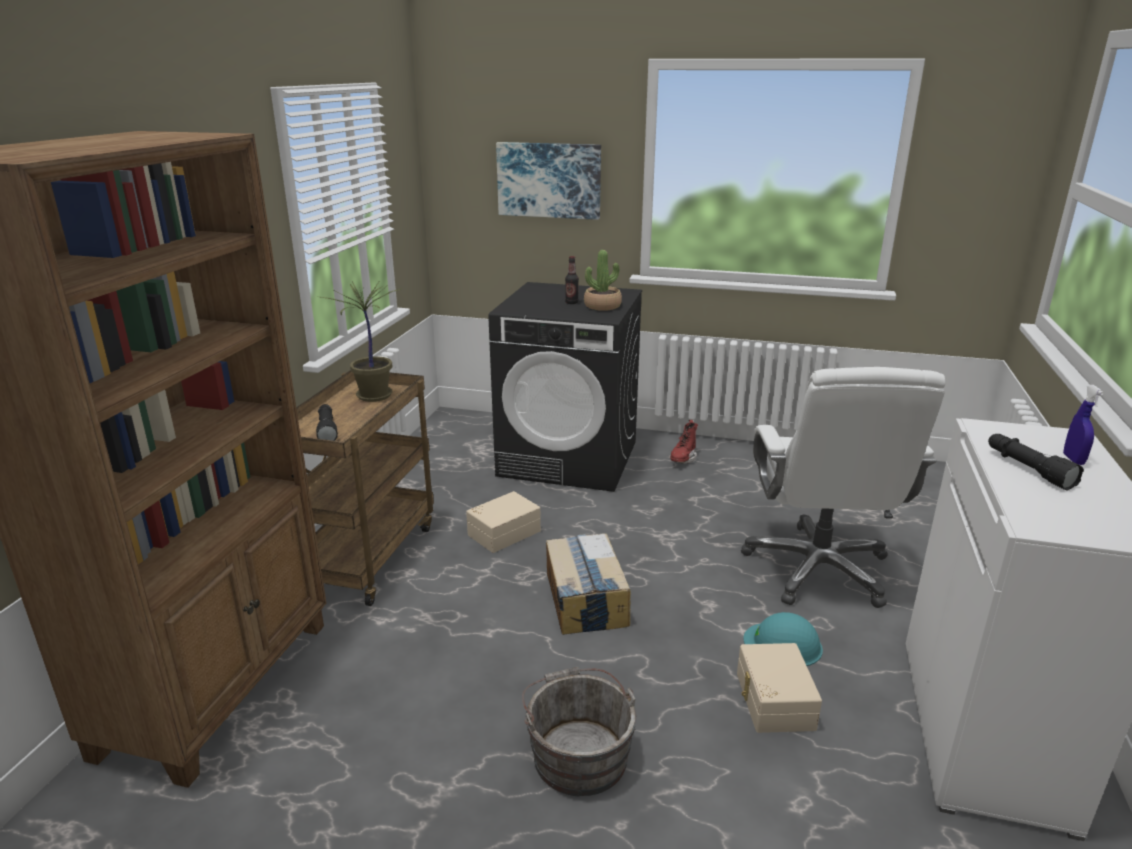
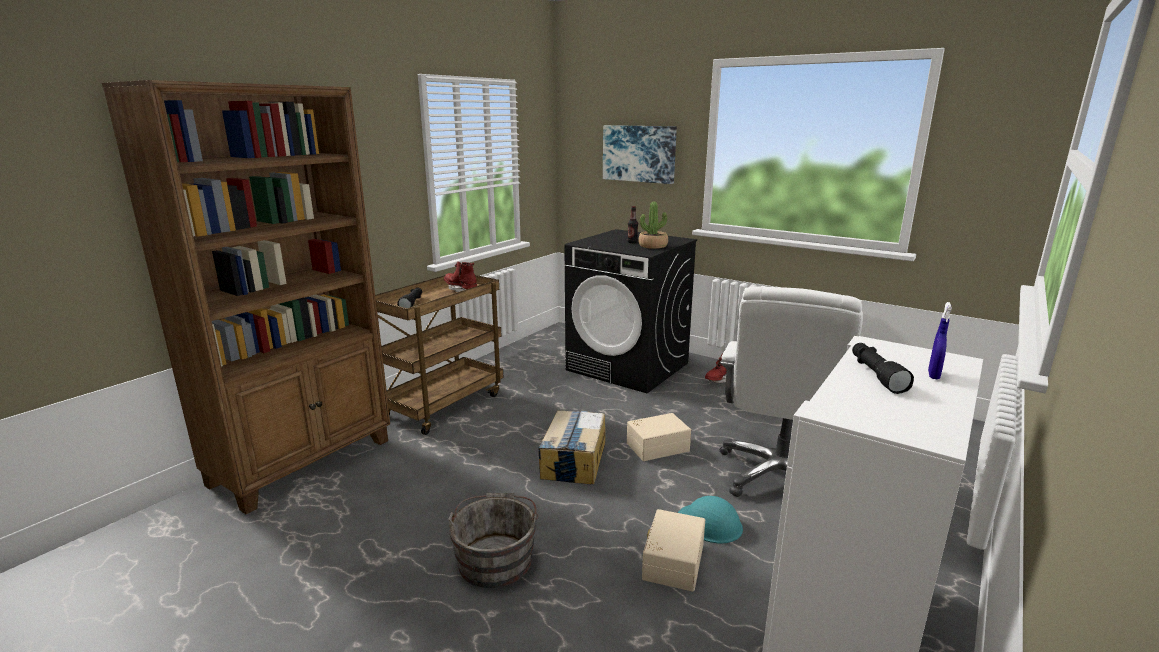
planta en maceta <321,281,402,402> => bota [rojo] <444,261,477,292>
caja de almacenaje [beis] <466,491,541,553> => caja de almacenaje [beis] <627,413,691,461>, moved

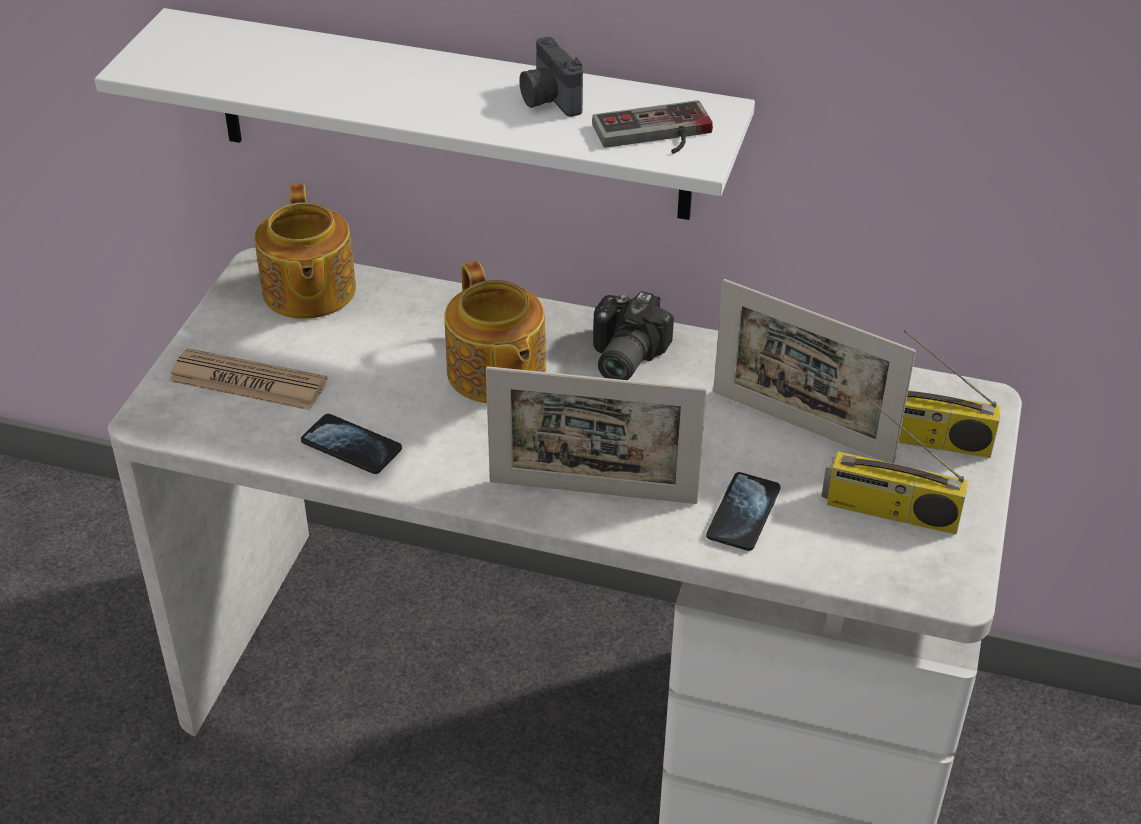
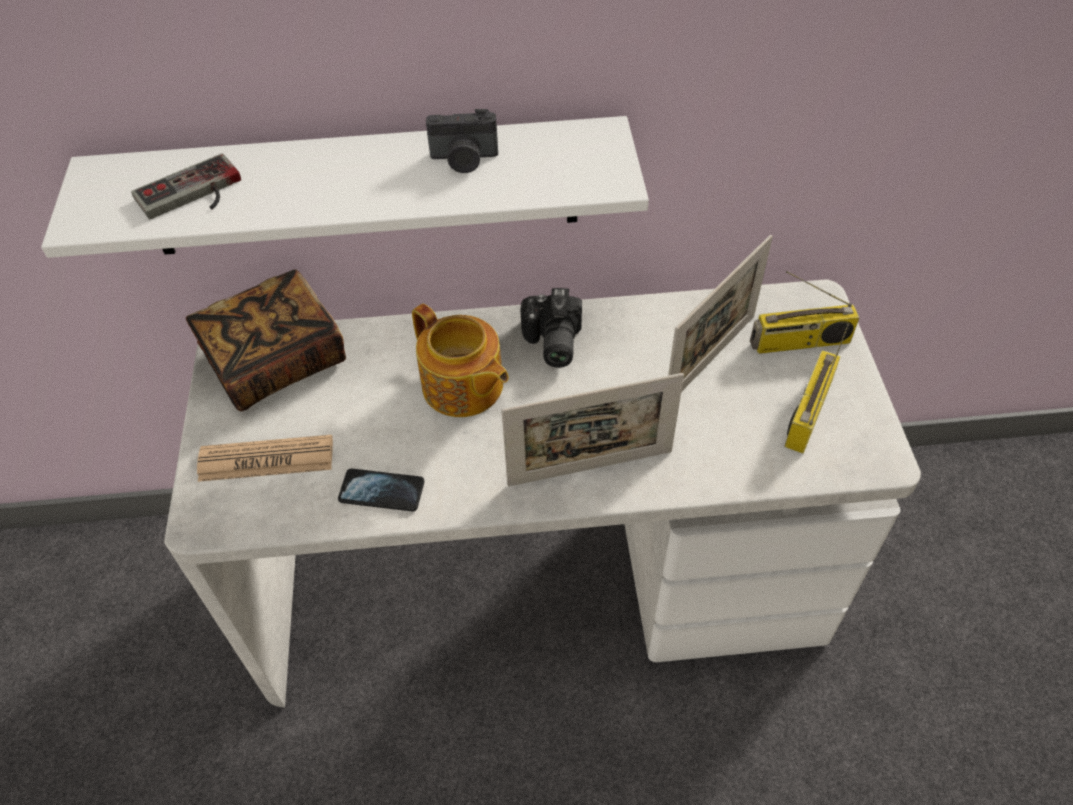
tetera <254,184,356,319> => libro <186,269,346,411>
cámara <519,37,583,117> => cámara <426,109,498,173>, 45 degrees counterclockwise
mando de consola <592,100,713,154> => mando de consola <131,153,241,219>, moved
móvil <706,472,781,551> => nothing
portarretratos <713,279,916,464> => portarretratos <668,235,773,392>, 60 degrees counterclockwise
radio <822,397,969,534> => radio <784,324,849,453>, 120 degrees clockwise

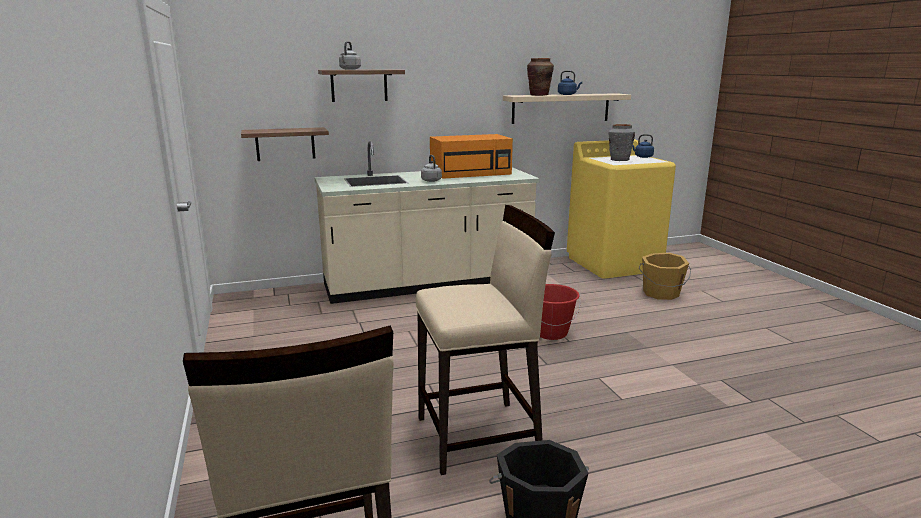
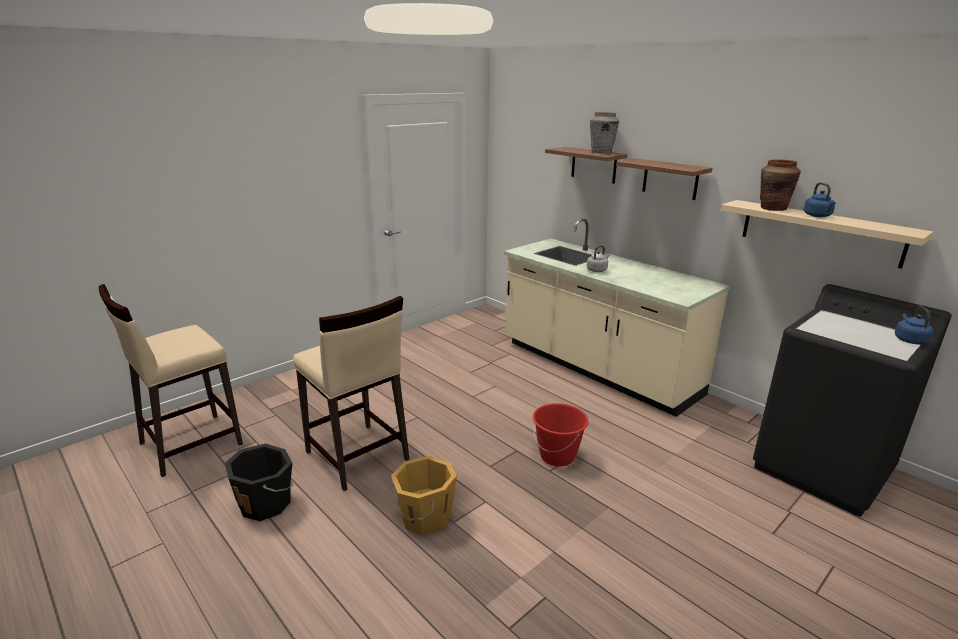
estante <241,127,329,161> => estante <616,158,713,200>, moved
hervidor [gris] <339,41,361,70> => nothing
microondas [naranja] <430,134,513,179> => nothing
lavadora [amarillo] <567,139,676,279> => lavadora [negro] <753,284,952,517>
florero [gris] <608,124,635,161> => florero [gris] <590,112,619,153>, moved
cubo [naranja] <639,253,691,300> => cubo [naranja] <391,456,457,535>, moved

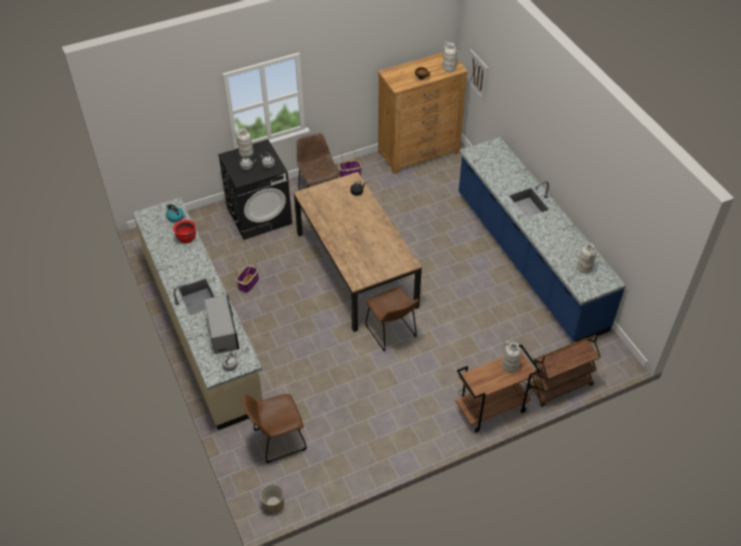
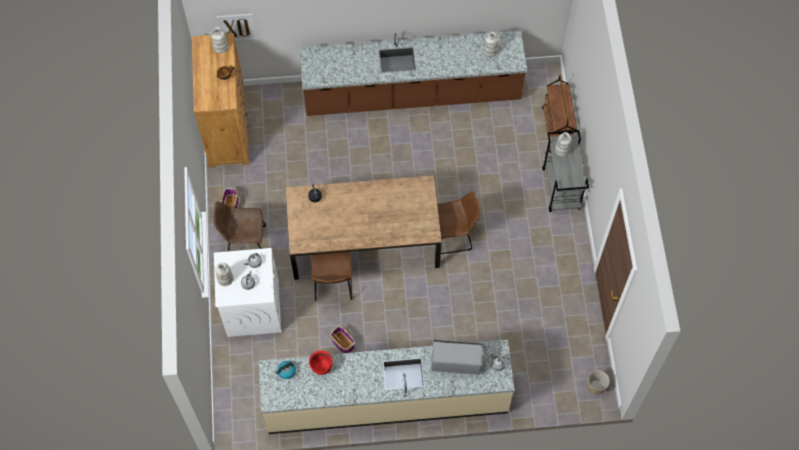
lavadora [negro] <218,139,292,240> => lavadora [blanco] <214,248,281,337>
silla [marrón] <242,394,307,463> => silla [marrón] <311,252,352,301>, moved
carrito [marrón] <456,344,541,433> => carrito [gris] <542,130,589,212>
mueble bajo de cocina [azul] <459,137,626,342> => mueble bajo de cocina [marrón] <300,30,527,116>

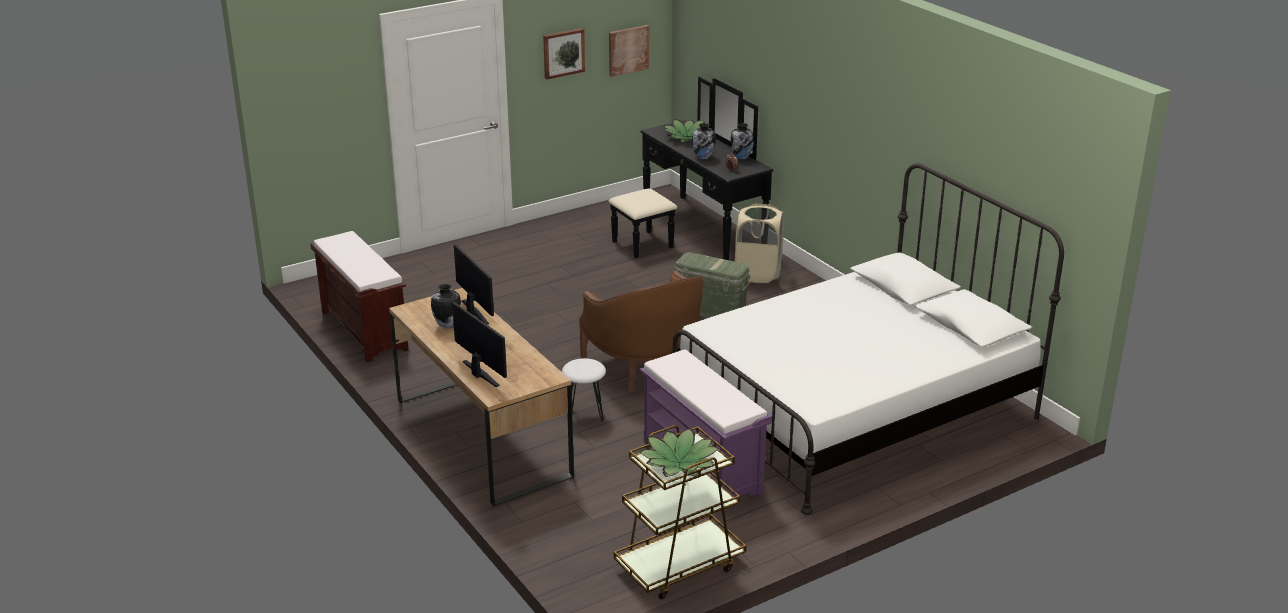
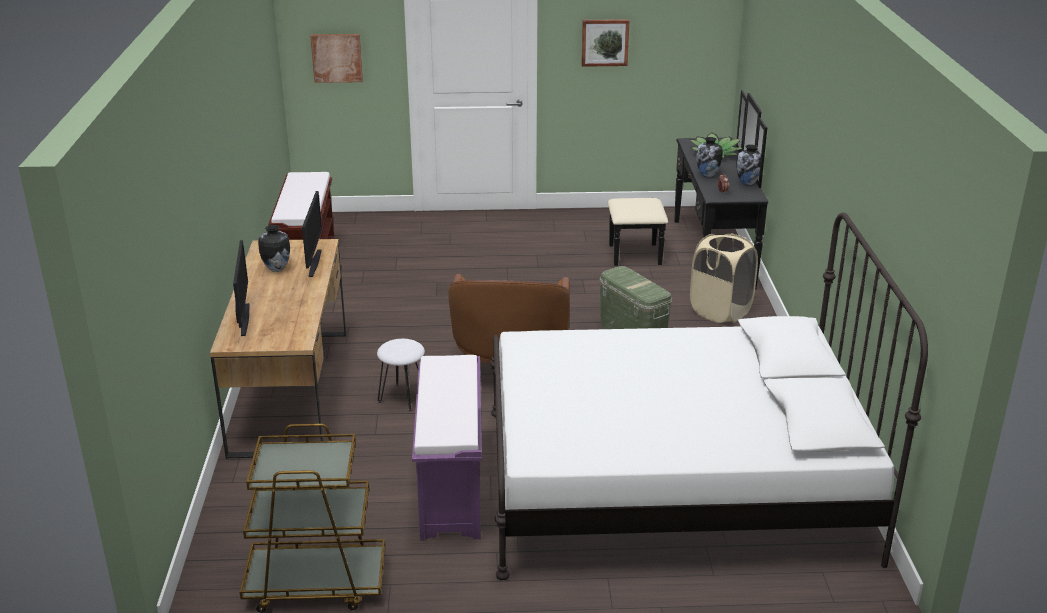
cuadro <609,25,649,77> => cuadro <310,34,363,83>, moved
planta en maceta <639,428,719,477> => nothing

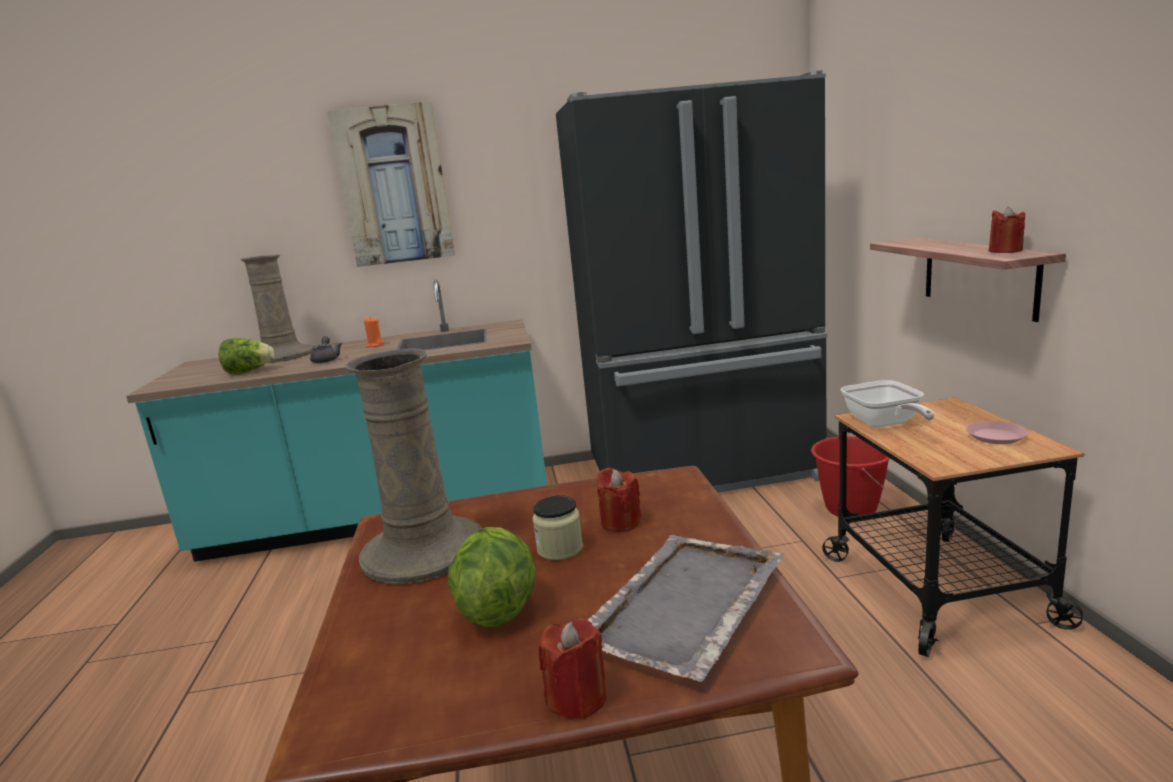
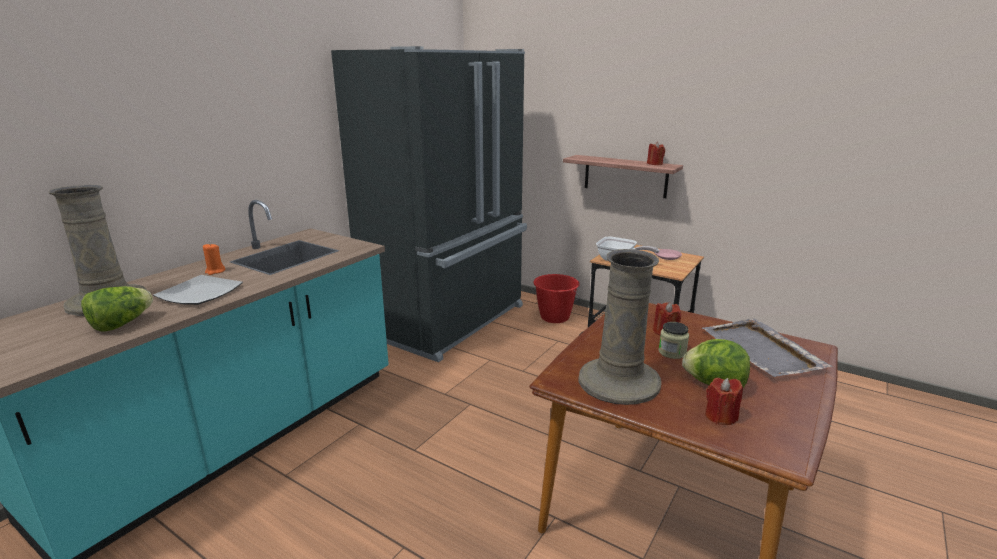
tetera [gris] <310,336,342,363> => plato <153,275,243,305>
cuadro <327,101,455,267> => nothing
vela [rojo] <538,619,606,719> => vela [rojo] <705,378,743,425>, moved

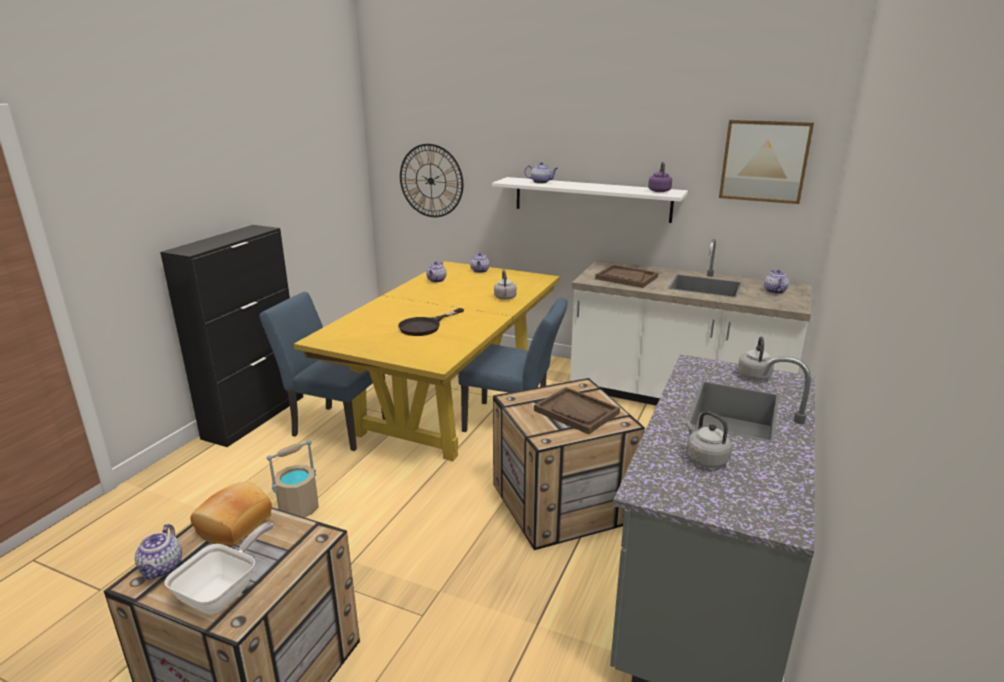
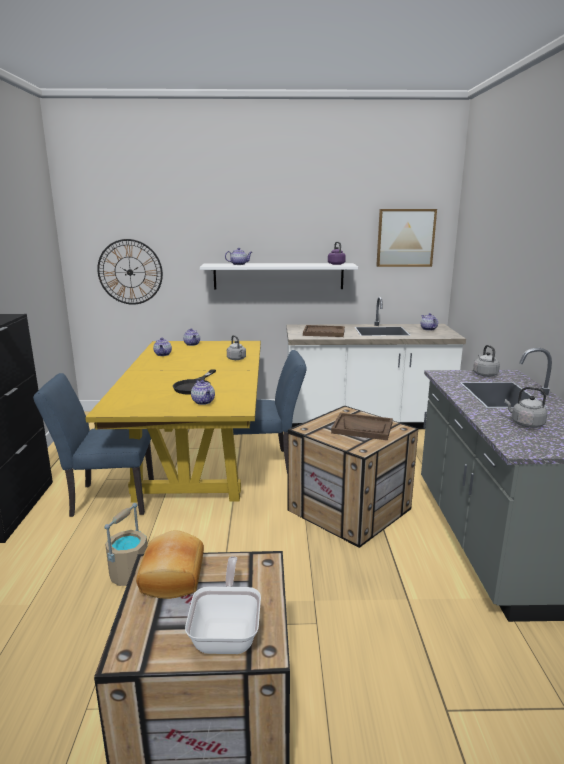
tetera <135,524,182,580> => tetera <191,380,215,405>, moved

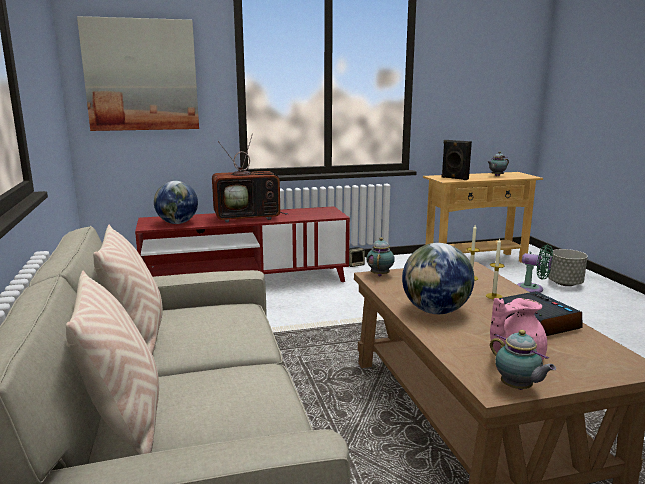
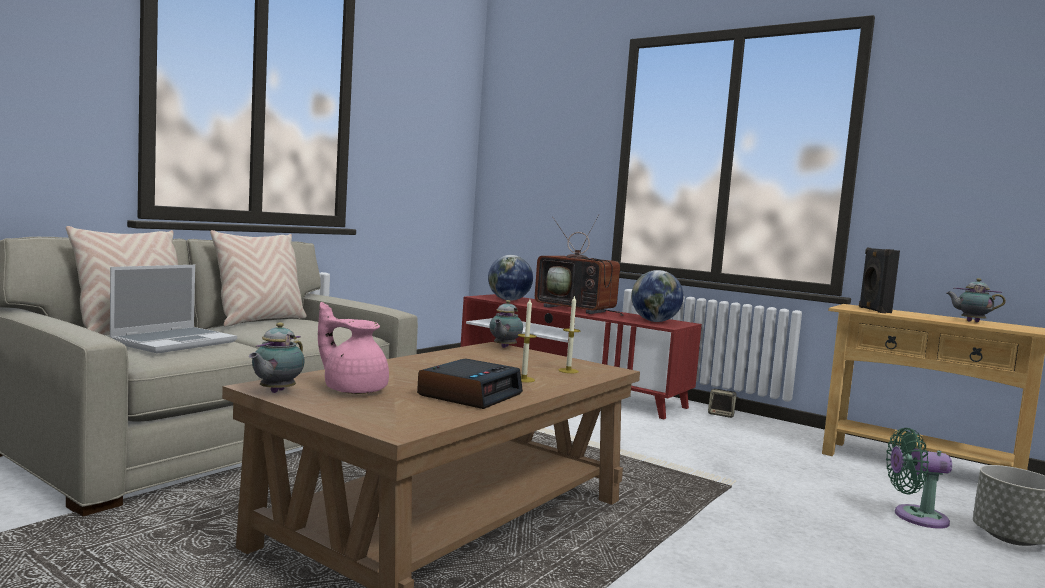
cuadro <77,16,199,131> => nothing
tetera <367,237,395,276> => tetera <489,300,523,348>, 135 degrees clockwise
globo terráqueo <402,243,474,314> => globo terráqueo <631,270,684,322>, moved
ventilador [verde] <517,244,553,293> => ventilador [verde] <886,428,952,529>, 105 degrees clockwise
nothing => portátil <110,265,237,353>

